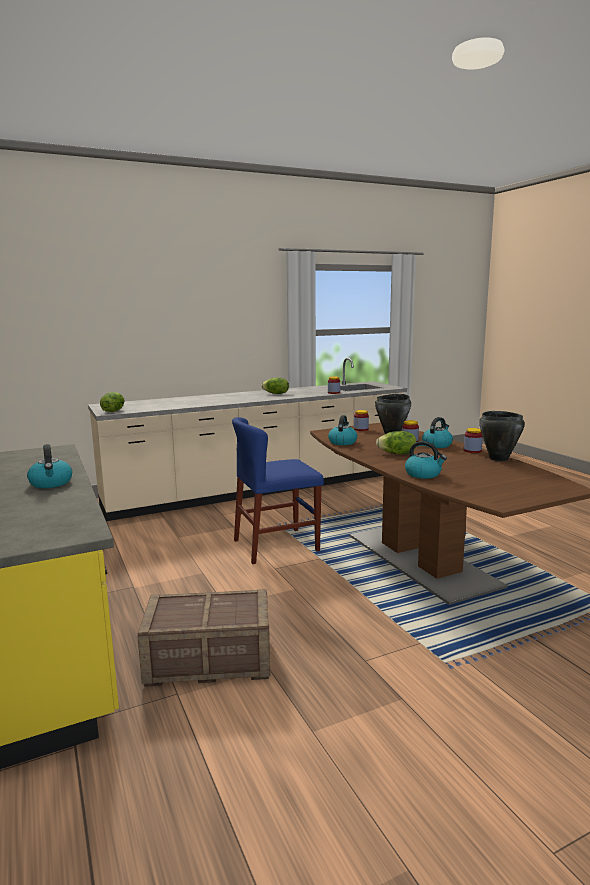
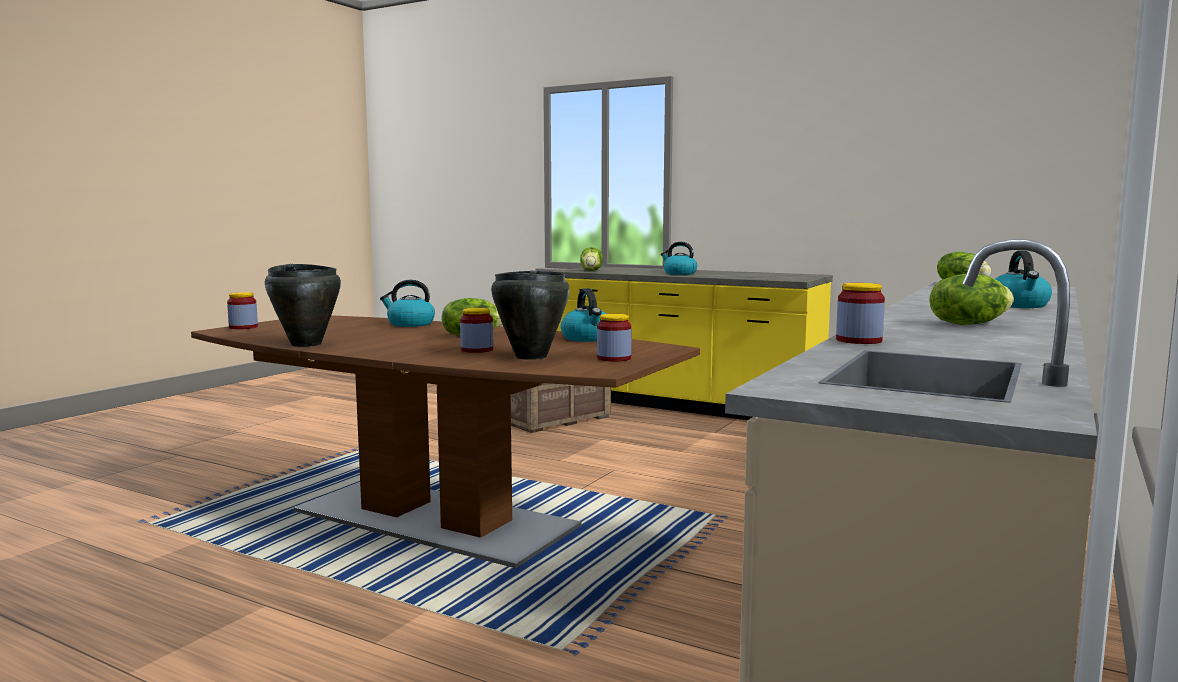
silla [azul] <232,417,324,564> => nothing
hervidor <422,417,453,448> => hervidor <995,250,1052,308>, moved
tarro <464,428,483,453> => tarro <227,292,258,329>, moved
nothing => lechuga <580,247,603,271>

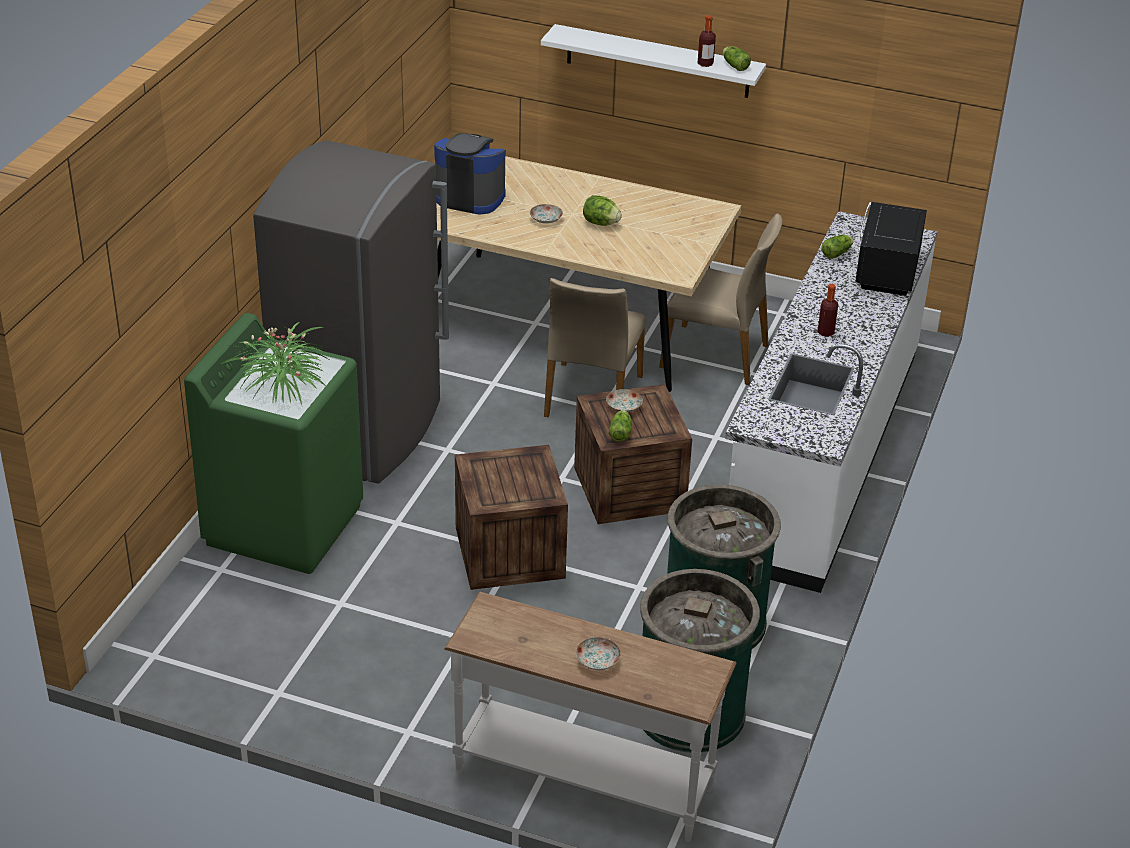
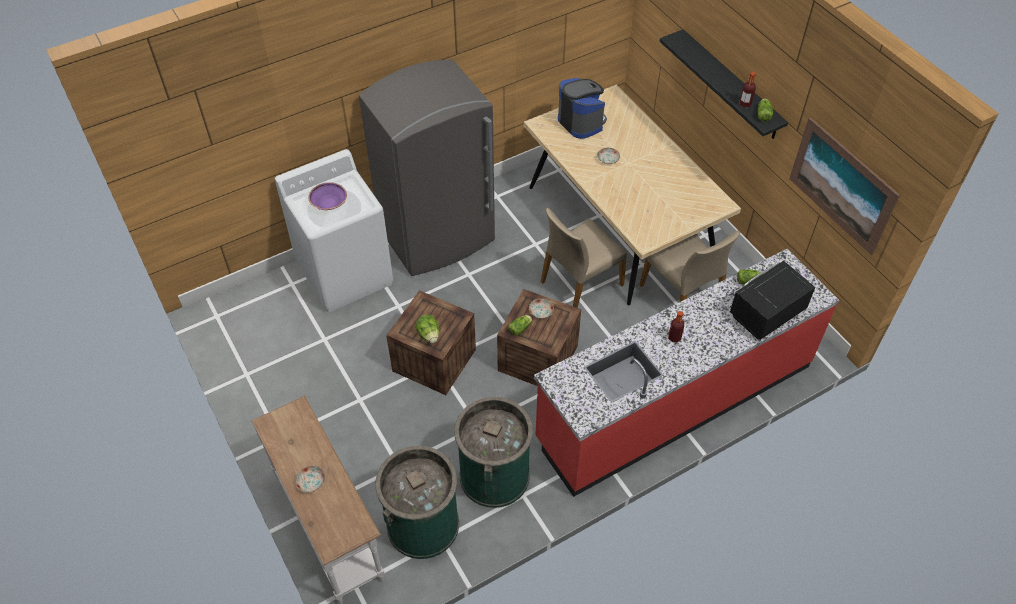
lavadora [verde] <184,313,363,574> => lavadora [blanco] <275,149,393,312>
planta en maceta <221,322,328,405> => cuenco [morado] <309,182,347,210>
estante [blanco] <541,24,766,98> => estante [negro] <660,29,788,139>
lechuga <583,195,622,226> => lechuga <416,315,440,343>, moved
mueble bajo de cocina [blanco] <725,211,937,593> => mueble bajo de cocina [rojo] <534,249,839,497>
nothing => cuadro <789,117,900,255>

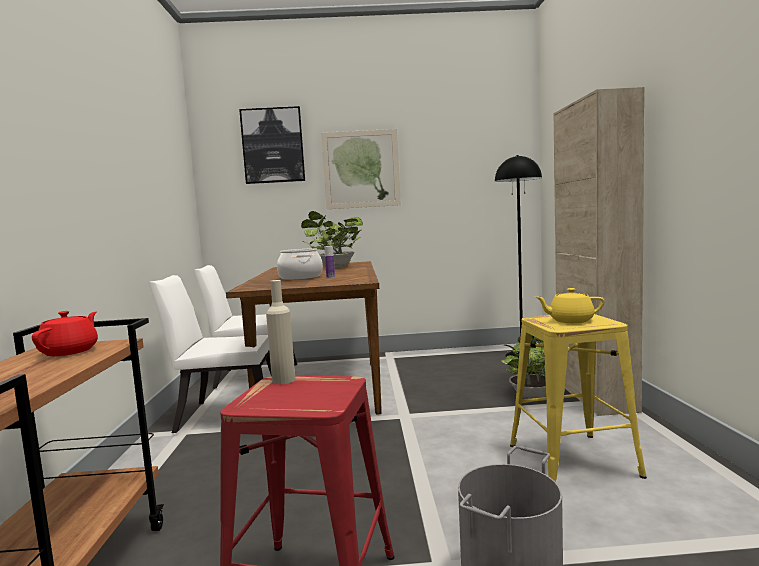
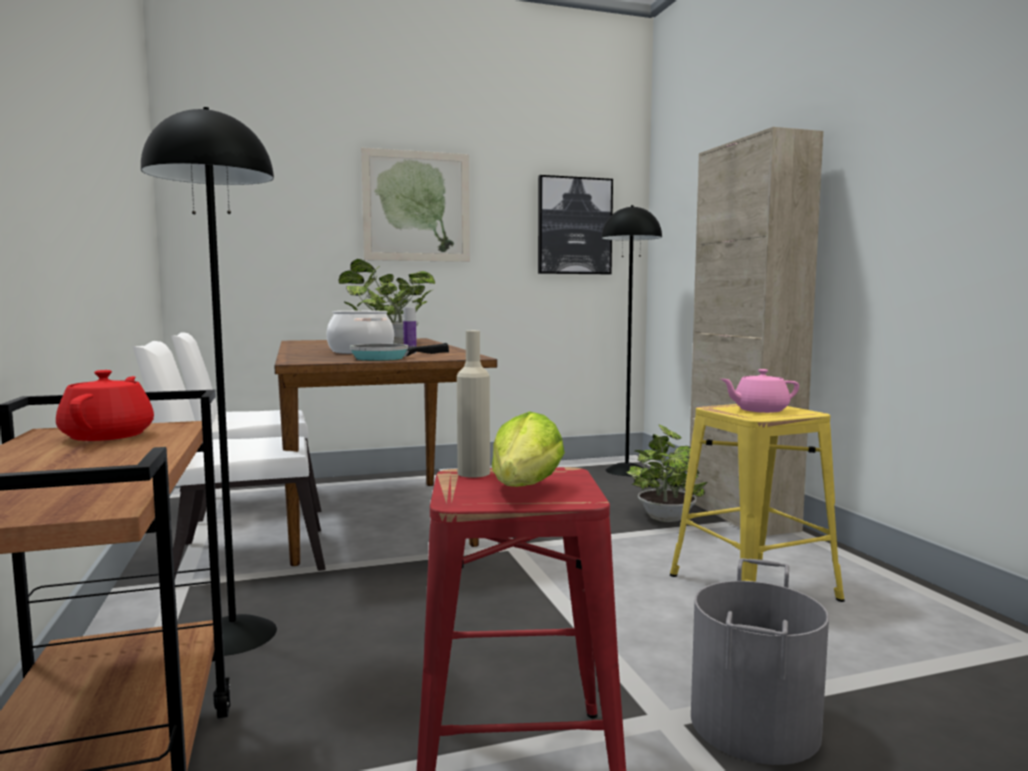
cuadro <239,106,305,184> => cuadro <538,175,613,274>, moved
tetera [amarillo] <535,288,605,323> => tetera [rosa] <721,369,799,413>
nothing => lámpara de pie [negro] <141,107,277,656>
nothing => sartén <350,343,449,361>
nothing => lechuga <492,411,565,487>

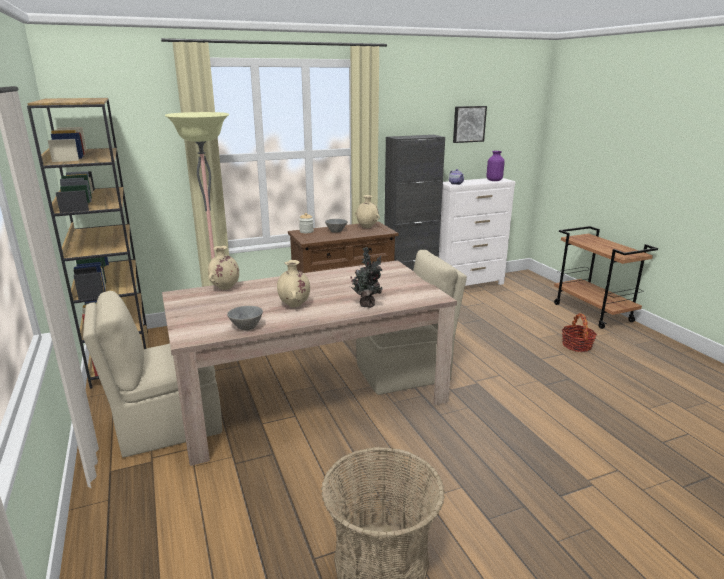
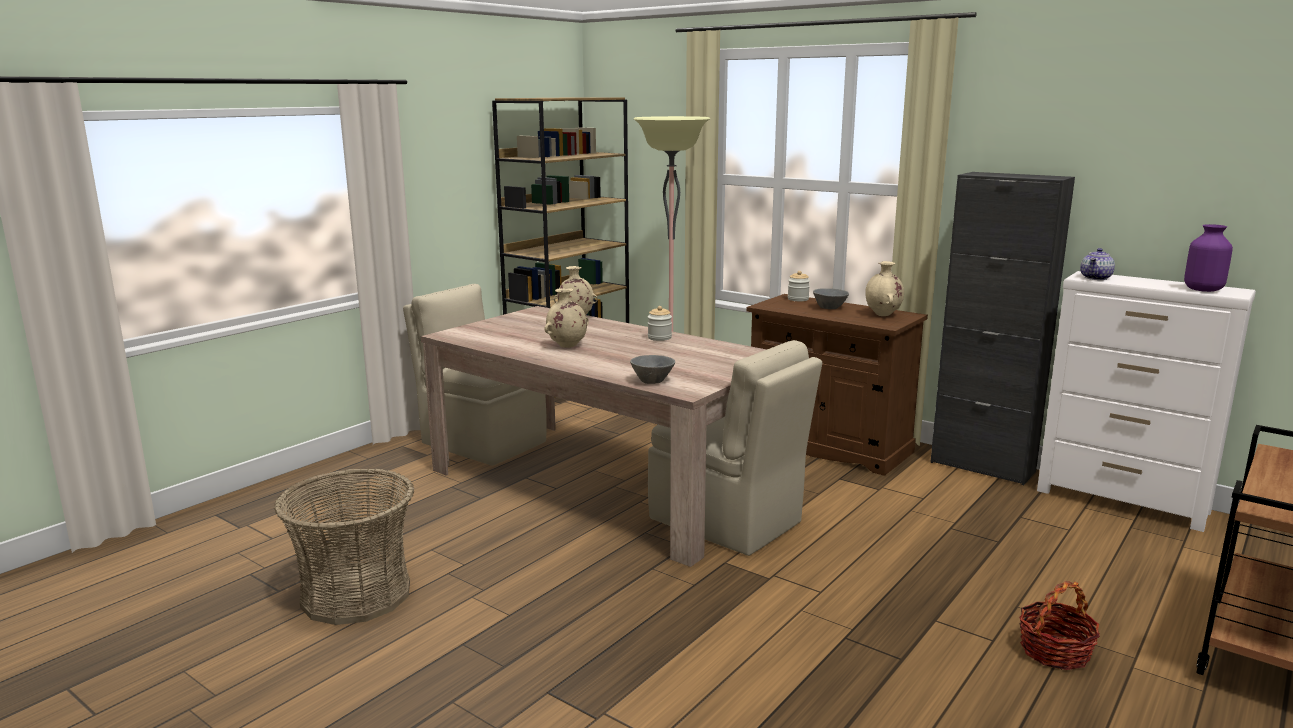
cuenco [gris] <227,306,263,330> => cuenco [gris] <630,355,675,384>, moved
planta en maceta <350,247,383,308> => nothing
cuadro <453,106,487,143> => nothing
nothing => tarro <648,306,672,341>

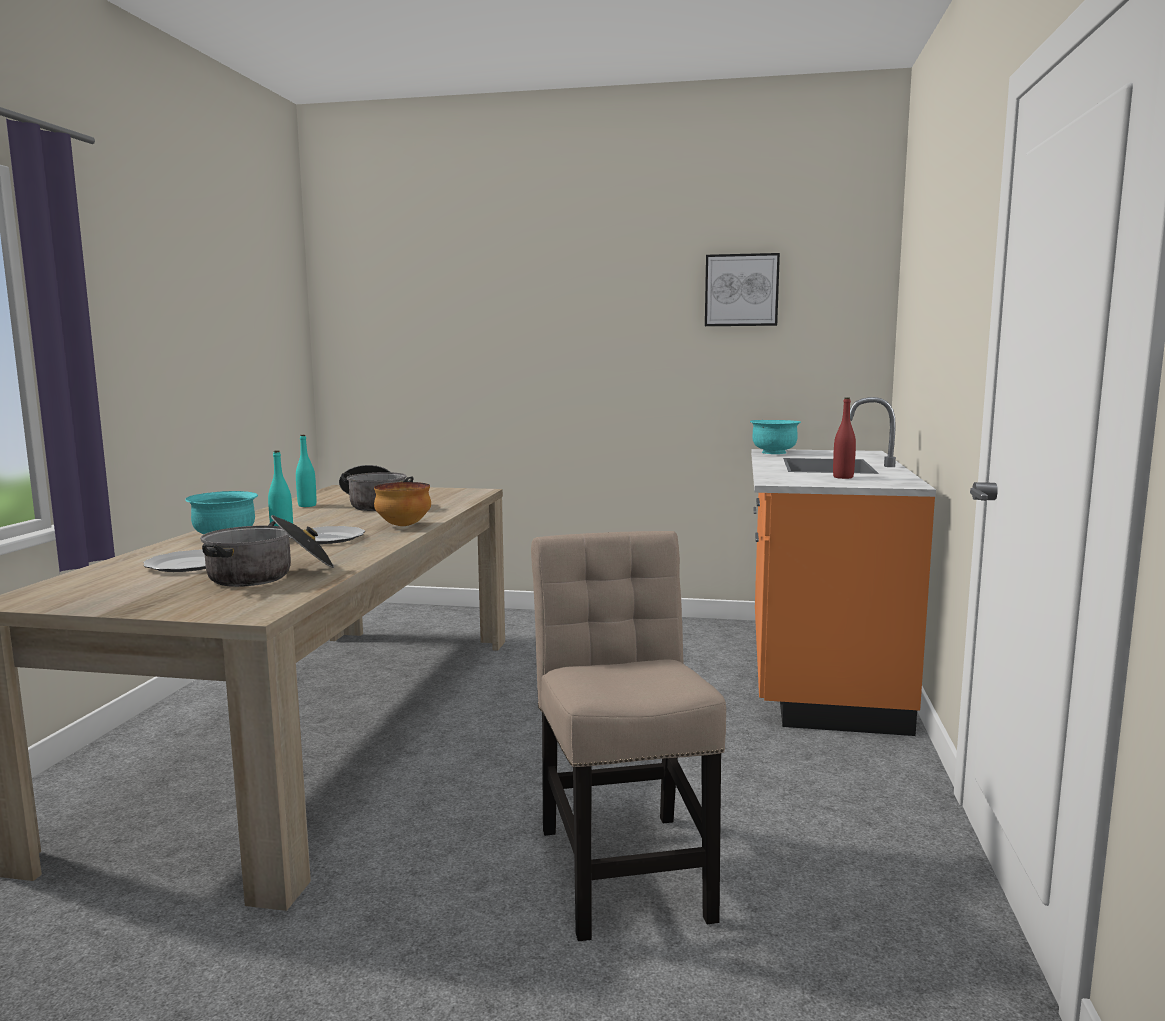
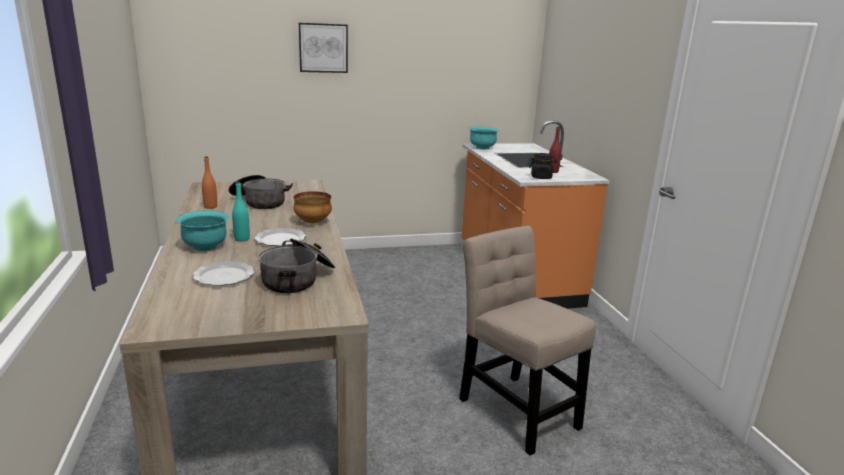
botella [turquesa] <296,435,316,507> => botella [naranja] <202,156,217,209>
cuadro <705,253,780,326> => cuadro <299,23,348,73>, moved
nothing => tarro [negro] <529,153,557,179>

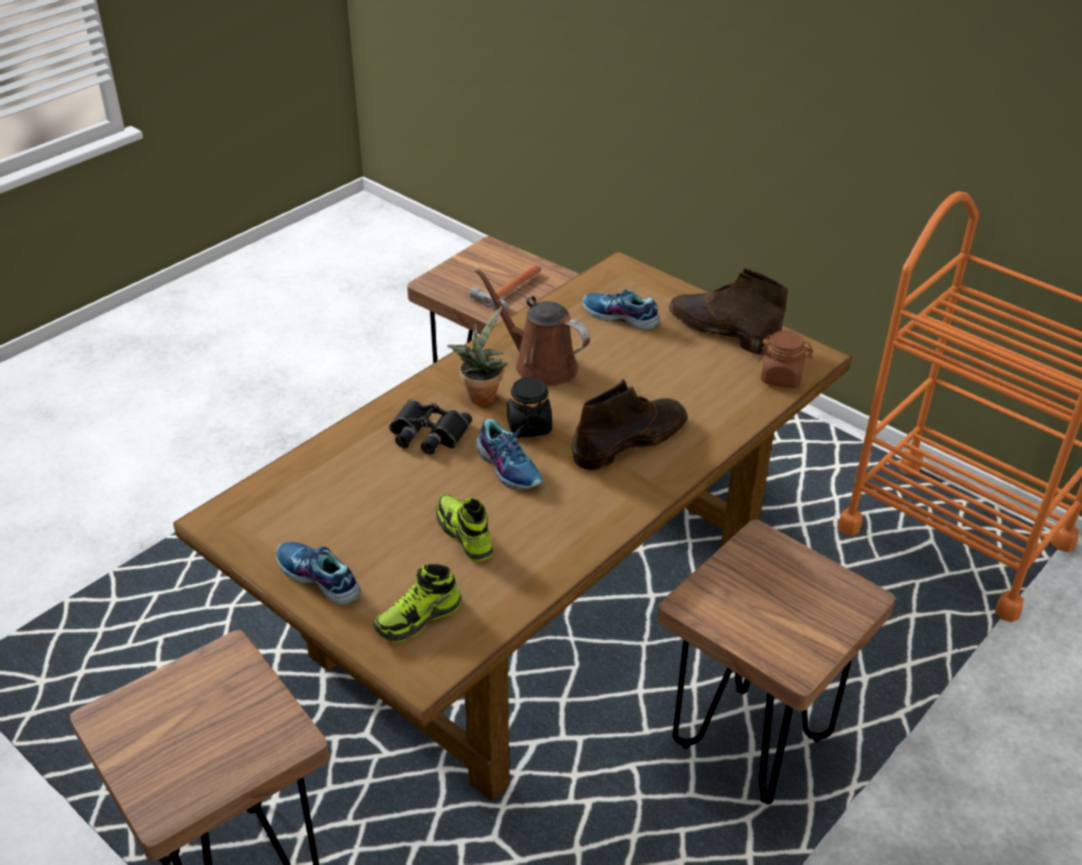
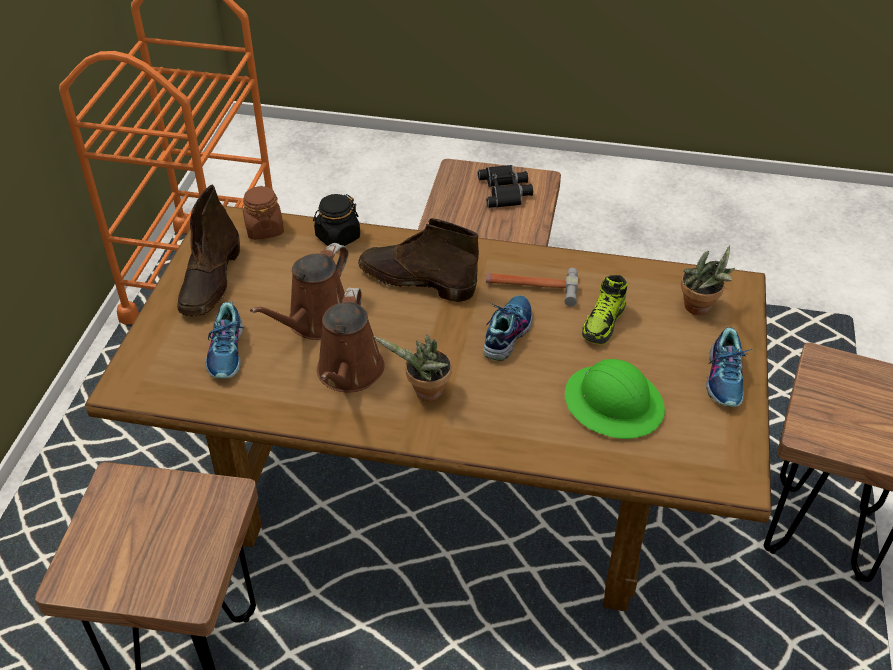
zapato <373,564,461,642> => planta en maceta <681,245,735,315>
prismáticos [negro] <389,399,472,455> => prismáticos [negro] <478,165,533,208>, moved
martillo <470,265,541,310> => martillo <486,268,578,306>, moved
tarro [negro] <507,377,552,437> => tarro [negro] <313,194,360,246>, moved
nothing => regadera [marrón] <250,243,349,340>
nothing => casco [verde] <565,359,665,439>

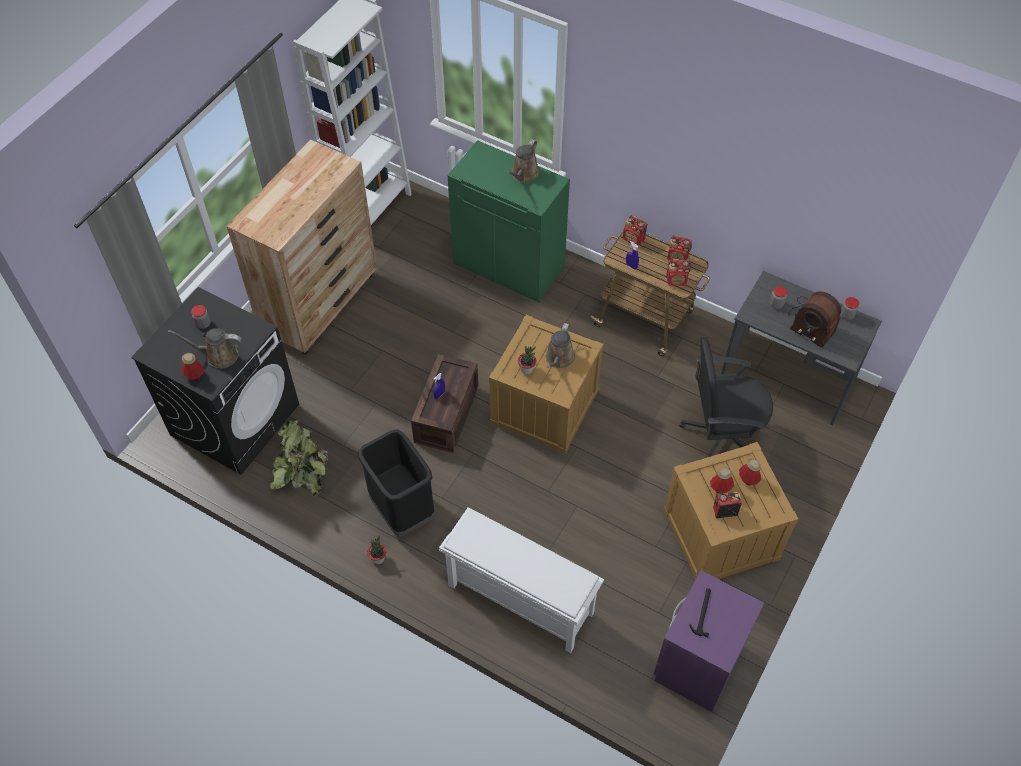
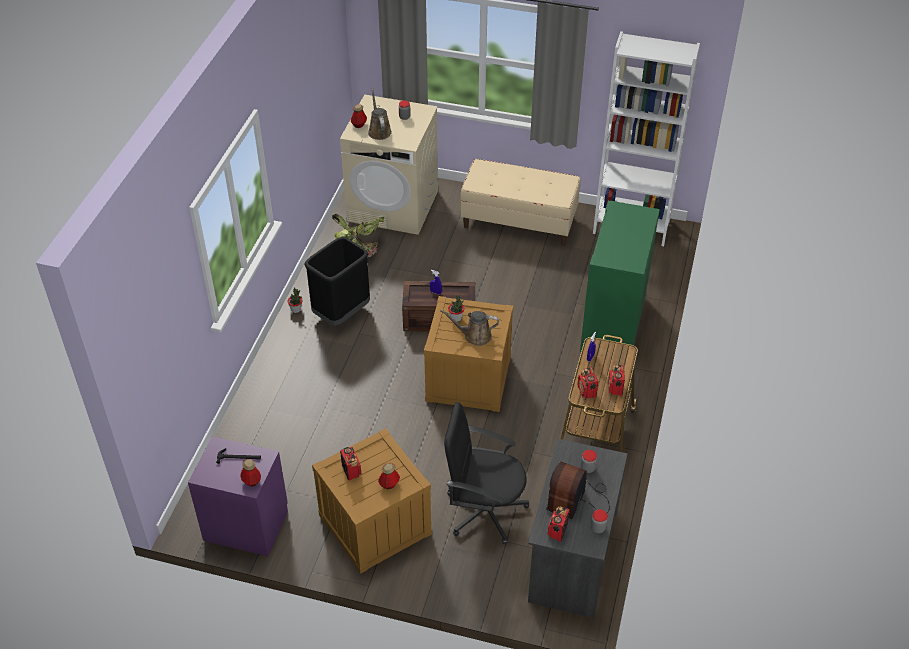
lavadora [negro] <131,287,299,475> => lavadora [beis] <340,94,438,235>
cómoda [marrón] <227,140,377,354> => banco [beis] <460,159,581,246>
zapatero [blanco] <439,507,604,653> => nothing
regadera [marrón] <507,139,540,183> => nothing
radio <623,215,647,246> => radio <548,507,569,542>, moved
silla de oficina [negro] <679,337,773,458> => silla de oficina [negro] <444,402,529,544>, 60 degrees counterclockwise
botella <710,468,734,493> => botella <240,459,261,487>, moved

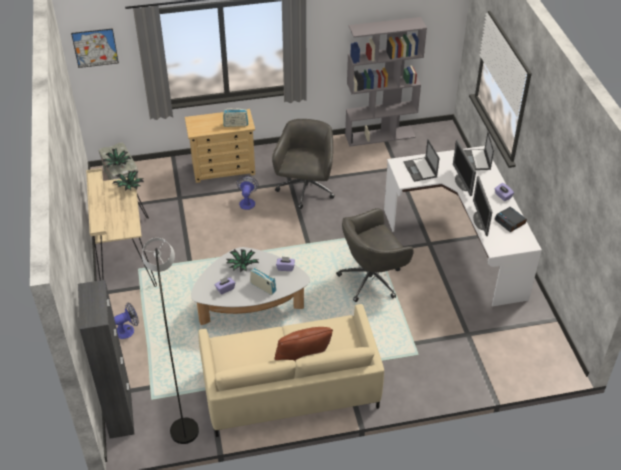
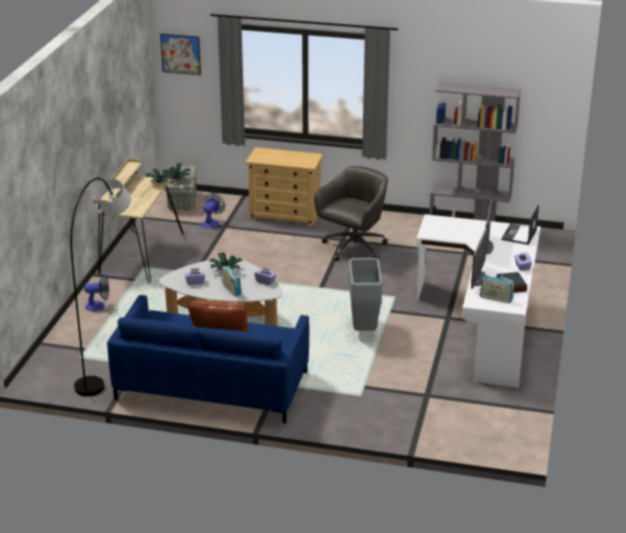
armario [negro] <78,280,135,439> => nothing
sofá [beis] <199,304,384,437> => sofá [azul] <107,295,309,424>
radio <223,108,248,127> => radio <480,273,514,303>, moved
ventilador <237,176,259,210> => ventilador <202,193,225,228>, moved
silla de oficina [gris] <336,208,414,302> => papelera [gris] <348,258,383,331>
portátil <404,139,439,182> => nothing

